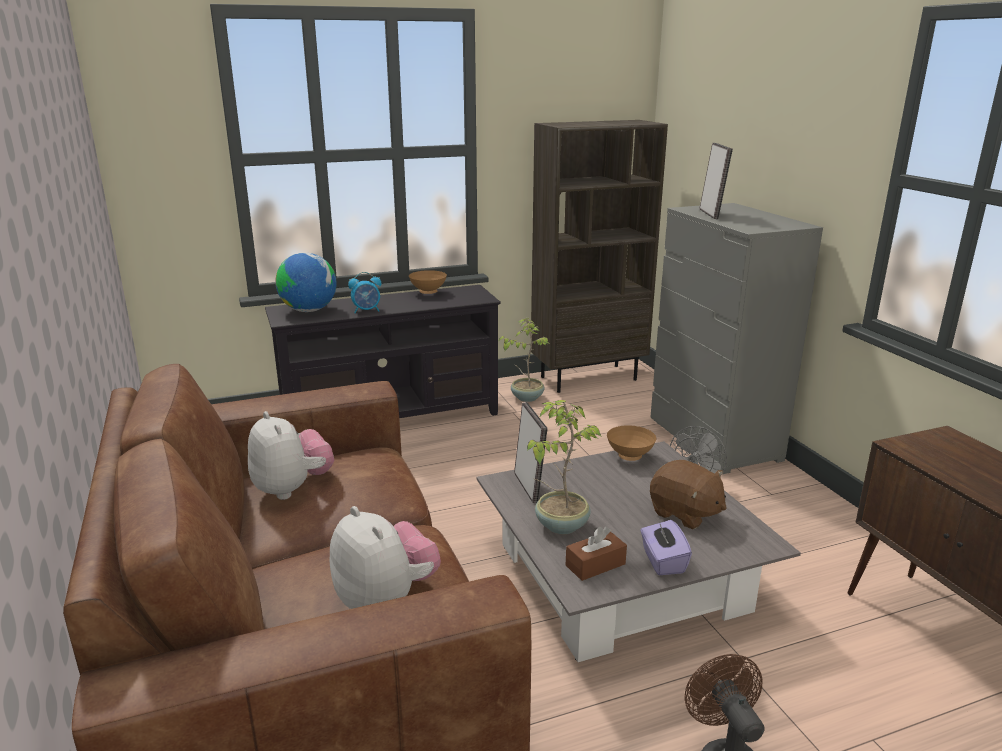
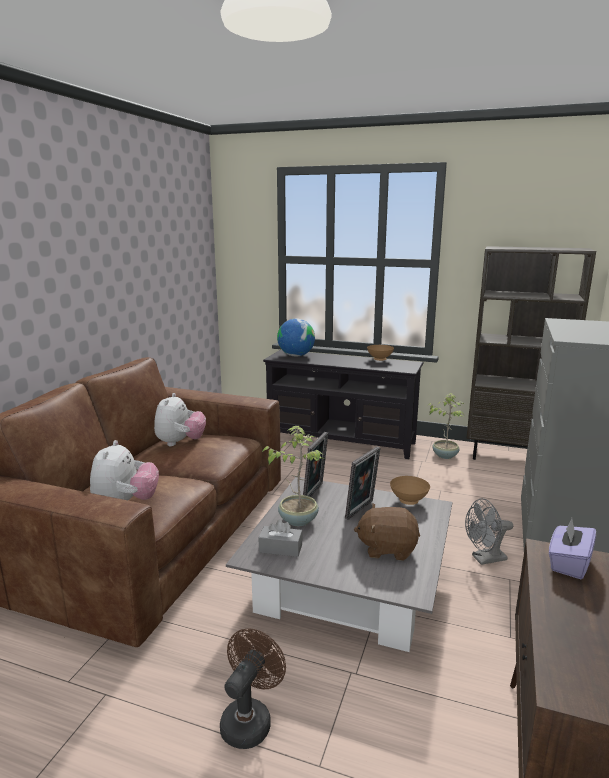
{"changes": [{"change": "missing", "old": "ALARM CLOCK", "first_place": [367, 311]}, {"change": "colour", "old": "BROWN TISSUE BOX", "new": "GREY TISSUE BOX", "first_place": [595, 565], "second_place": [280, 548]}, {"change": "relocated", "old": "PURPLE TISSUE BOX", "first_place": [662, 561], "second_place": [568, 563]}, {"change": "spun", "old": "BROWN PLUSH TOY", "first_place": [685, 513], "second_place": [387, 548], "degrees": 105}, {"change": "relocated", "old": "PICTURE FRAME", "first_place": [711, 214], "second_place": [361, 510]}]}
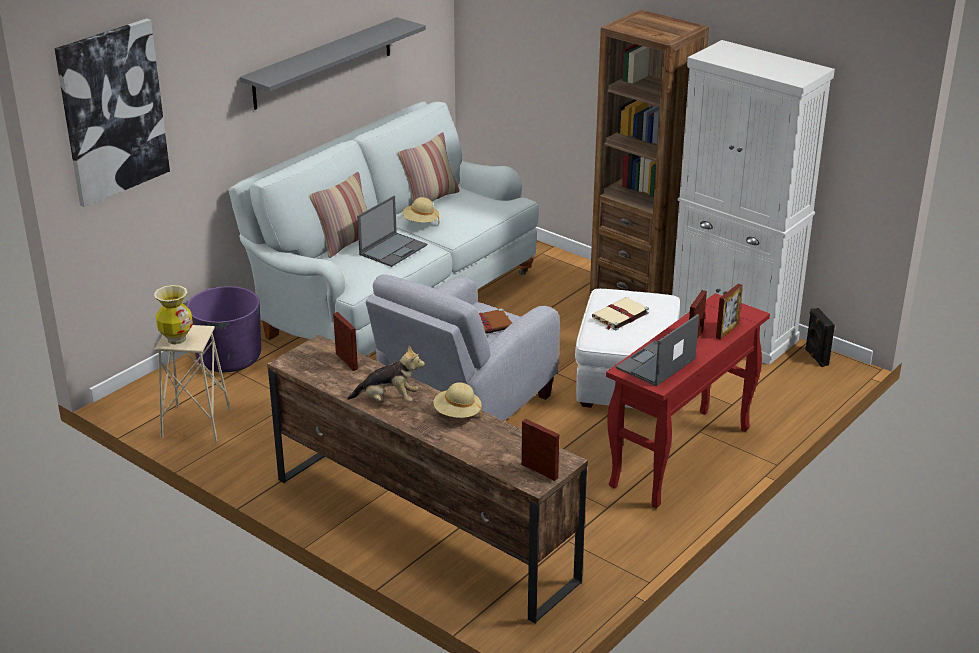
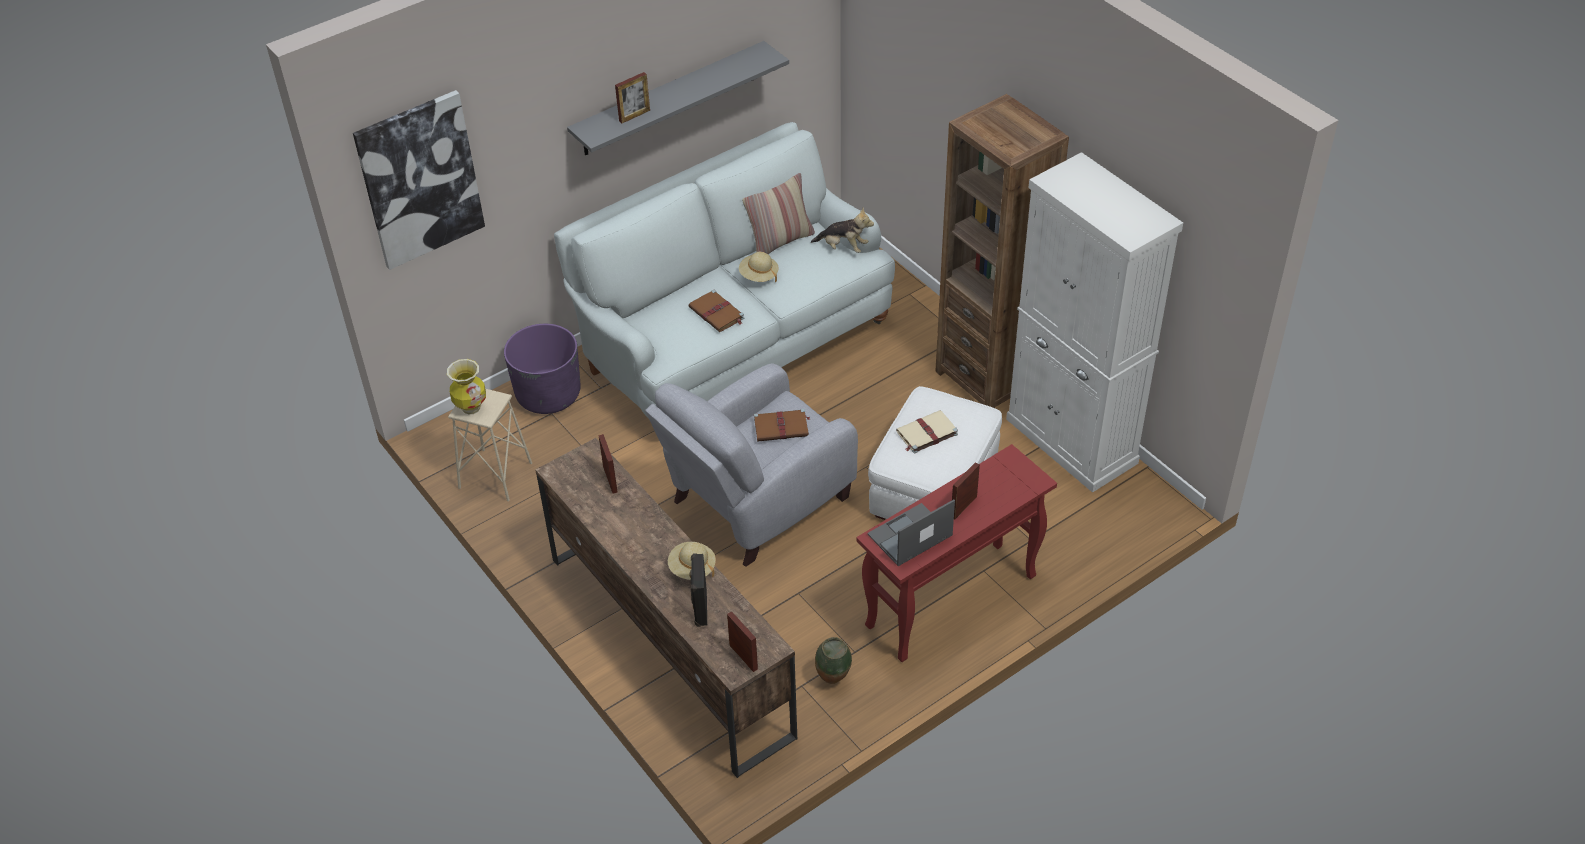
{"changes": [{"change": "missing", "old": "PILLOW", "first_place": [346, 242]}, {"change": "relocated", "old": "PLUSH TOY", "first_place": [388, 400], "second_place": [843, 247]}, {"change": "exchanged", "old": "LAPTOP", "new": "BROWN BOOK", "first_place": [393, 249], "second_place": [717, 313]}, {"change": "relocated", "old": "PICTURE FRAME", "first_place": [727, 331], "second_place": [634, 116]}, {"change": "relocated", "old": "BLACK SPEAKER", "first_place": [815, 357], "second_place": [700, 609]}, {"change": "appeared", "new": "VASE", "second_place": [833, 679]}]}
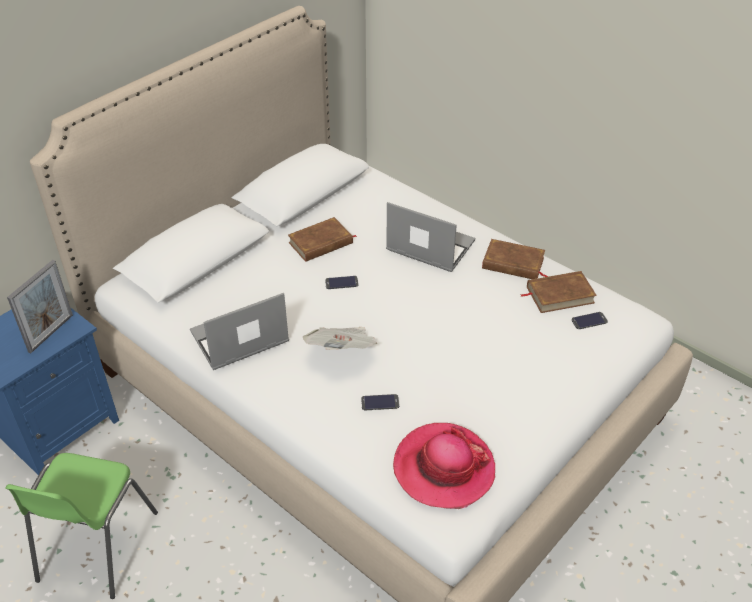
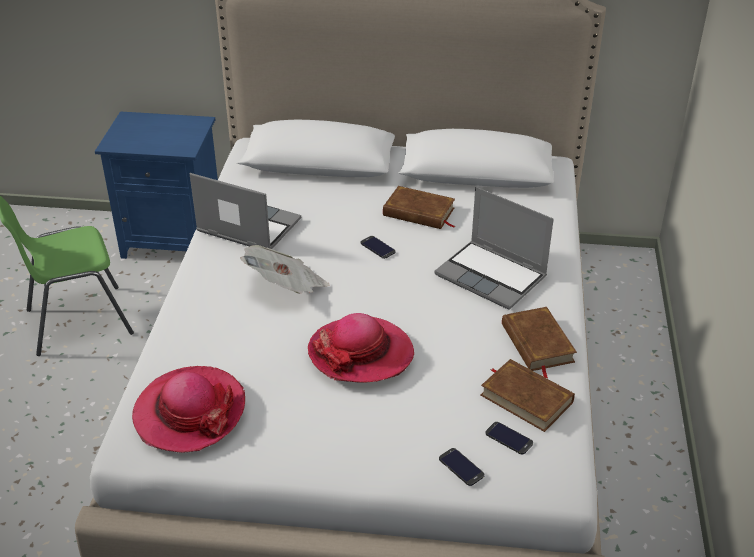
{"changes": [{"change": "missing", "old": "PICTURE FRAME", "first_place": [51, 333]}, {"change": "relocated", "old": "PHONE", "first_place": [380, 402], "second_place": [461, 467]}, {"change": "spun", "old": "LAPTOP", "first_place": [428, 247], "second_place": [492, 276], "degrees": 135}, {"change": "appeared", "new": "HAT", "second_place": [360, 353]}]}
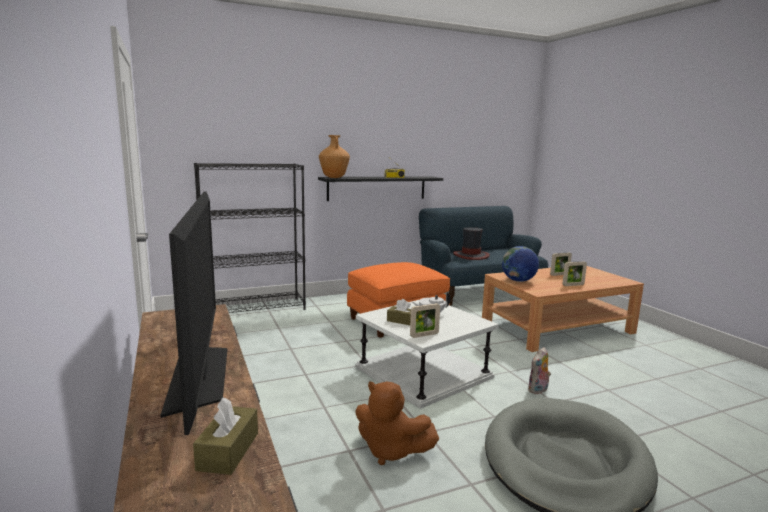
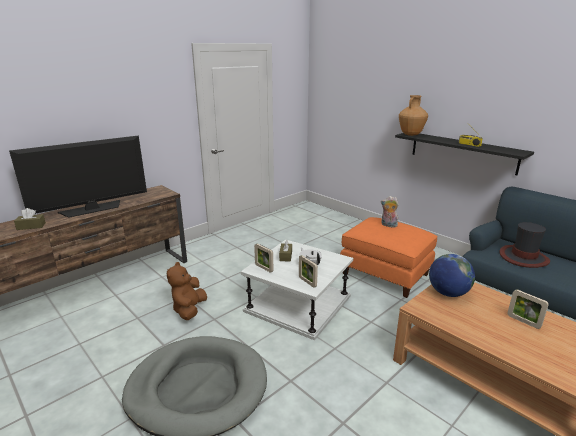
{"changes": [{"change": "missing", "old": "BLACK BOOKCASE", "first_place": [255, 309]}, {"change": "relocated", "old": "PLUSH TOY", "first_place": [538, 390], "second_place": [388, 225]}, {"change": "relocated", "old": "PICTURE FRAME", "first_place": [573, 285], "second_place": [307, 282]}]}
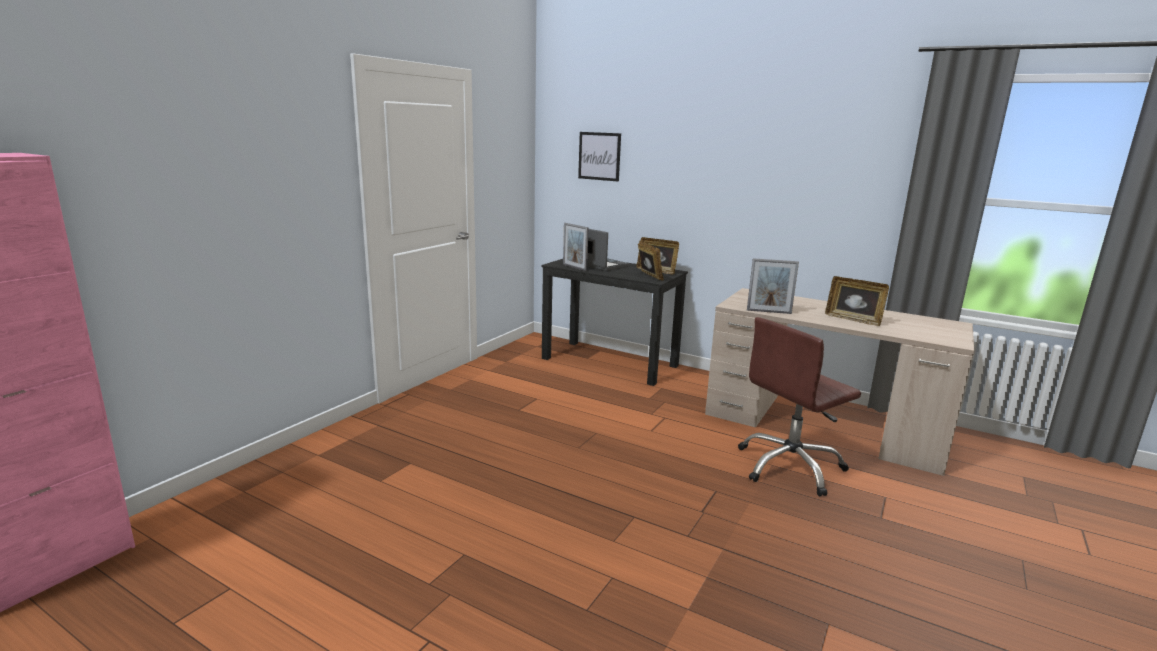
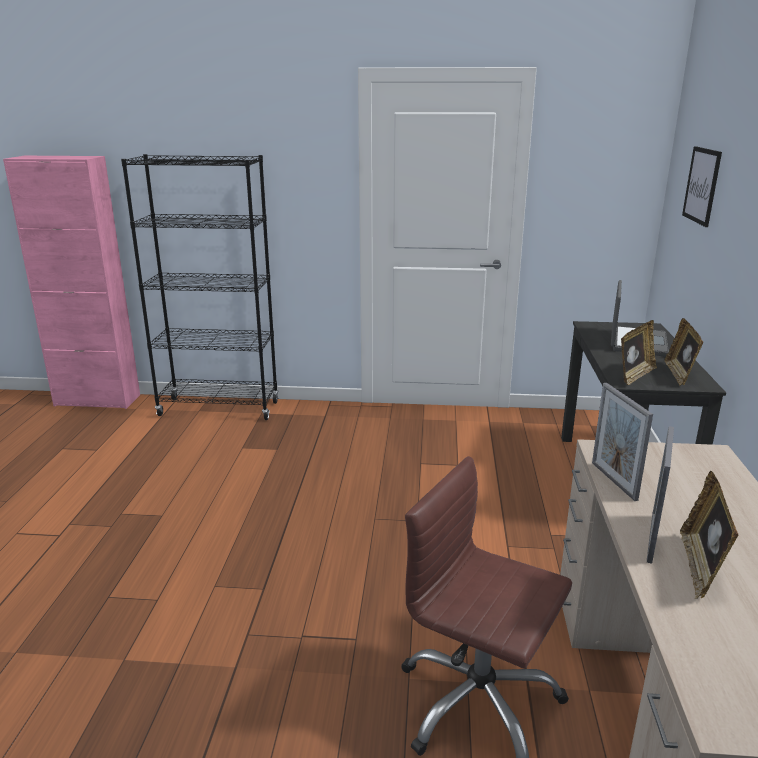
{"changes": [{"change": "relocated", "old": "PICTURE FRAME", "first_place": [574, 267], "second_place": [652, 538]}, {"change": "appeared", "new": "BLACK BOOKCASE", "second_place": [219, 409]}]}
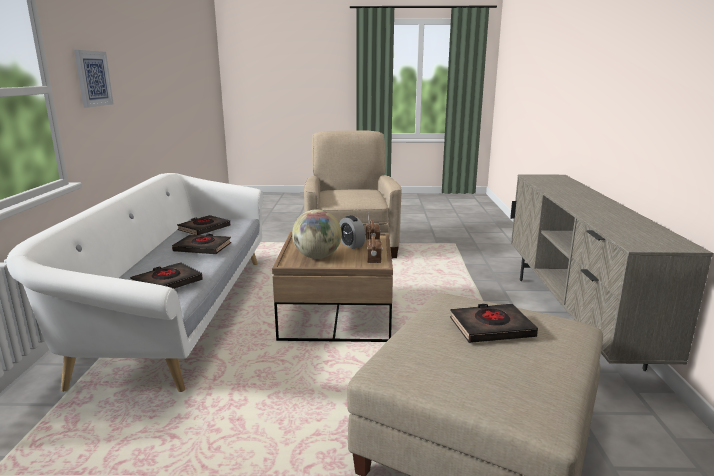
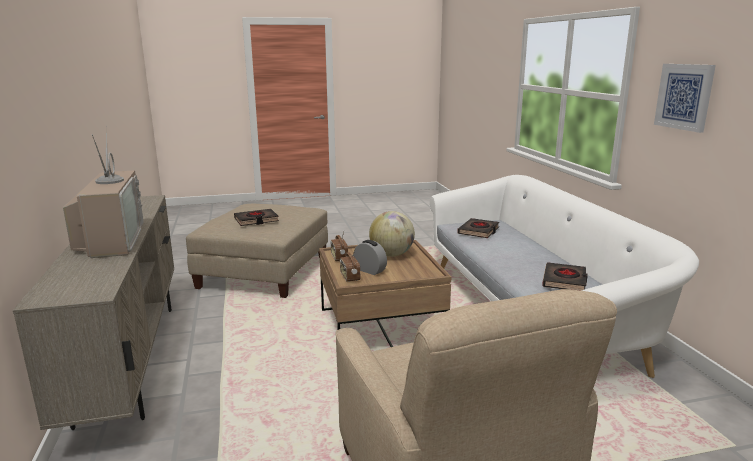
{"changes": [{"change": "missing", "old": "BLACK BOOK", "first_place": [203, 248]}, {"change": "appeared", "new": "TELEVISION", "second_place": [111, 240]}]}
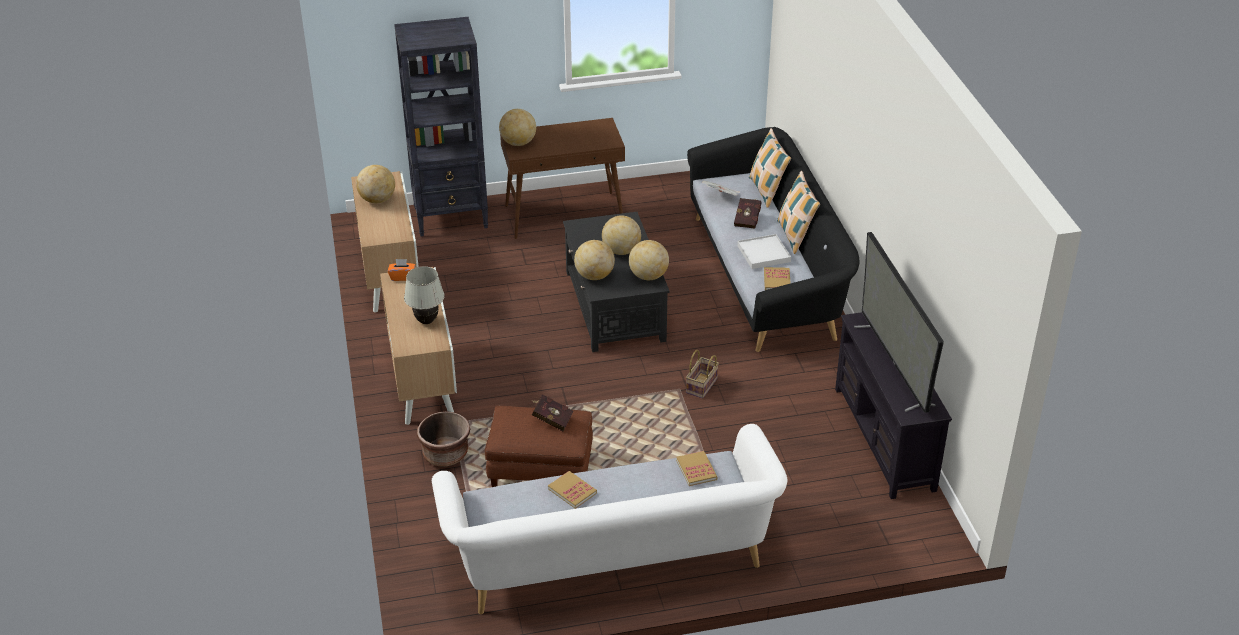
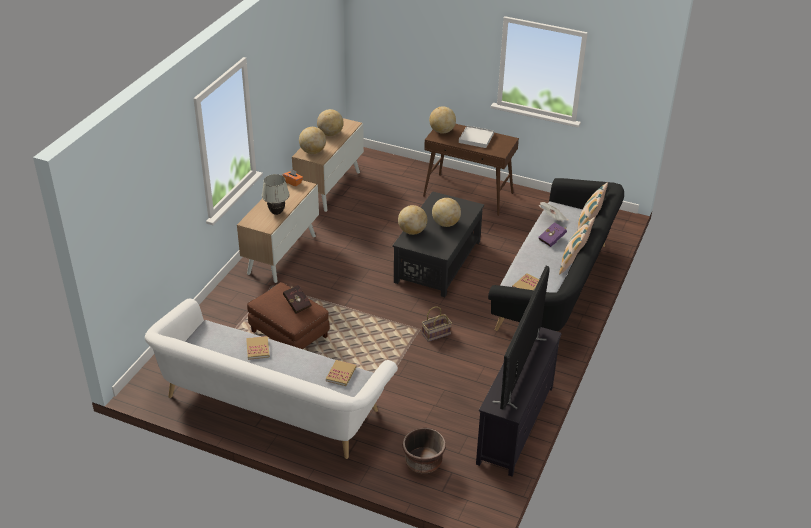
{"changes": [{"change": "missing", "old": "BLACK BOOKCASE", "first_place": [451, 217]}, {"change": "relocated", "old": "BROWN PLANTER", "first_place": [445, 454], "second_place": [423, 462]}, {"change": "relocated", "old": "GLOBE", "first_place": [648, 276], "second_place": [313, 151]}, {"change": "colour", "old": "RED BOOK", "new": "PURPLE BOOK", "first_place": [748, 220], "second_place": [553, 239]}, {"change": "relocated", "old": "WHITE TRAY", "first_place": [763, 253], "second_place": [476, 138]}]}
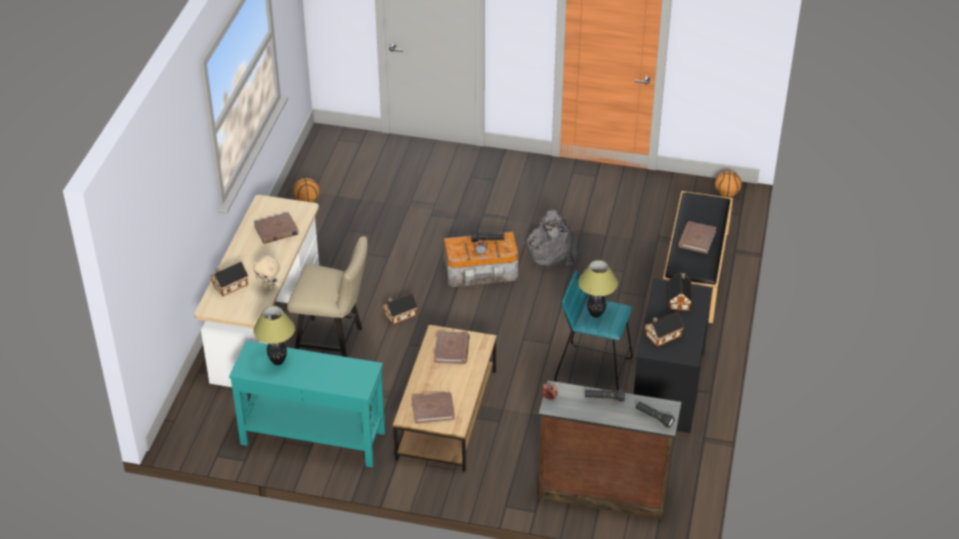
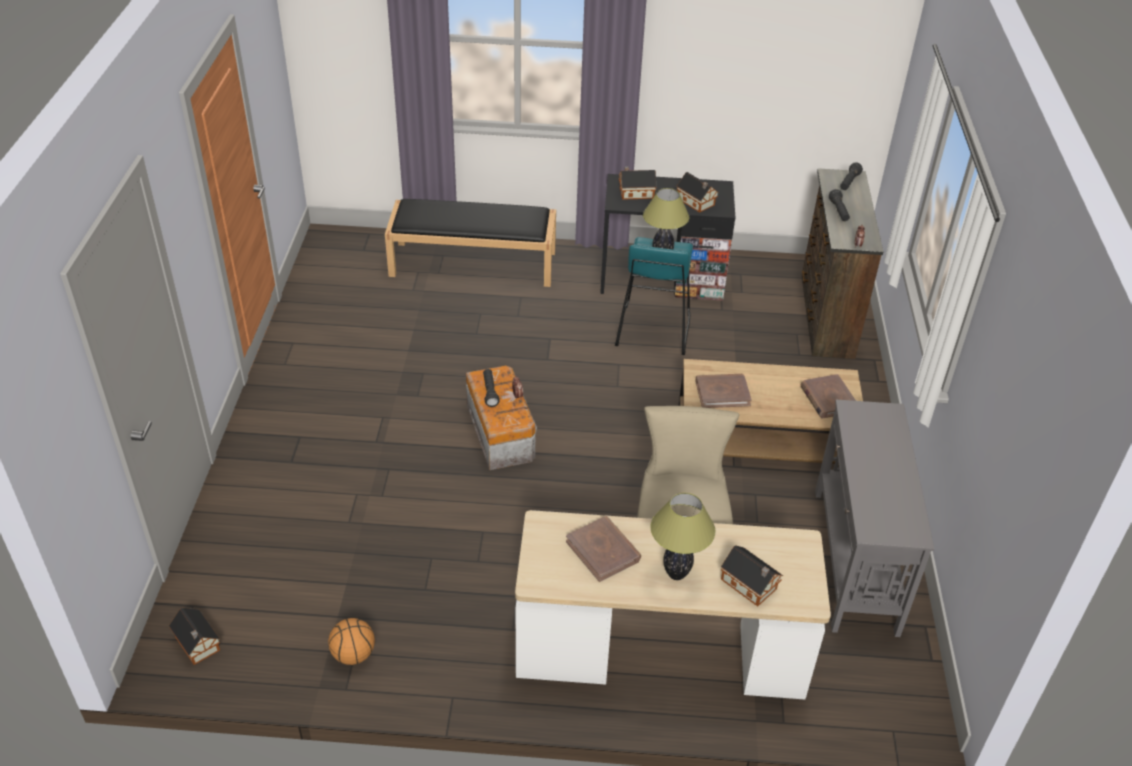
{"changes": [{"change": "colour", "old": "TURQUOISE CONSOLE TABLE", "new": "GREY CONSOLE TABLE", "first_place": [312, 437], "second_place": [854, 560]}, {"change": "missing", "old": "BEIGE PLUSH TOY", "first_place": [269, 287]}, {"change": "relocated", "old": "TABLE LAMP", "first_place": [277, 361], "second_place": [676, 574]}, {"change": "relocated", "old": "TOY HOUSE", "first_place": [399, 315], "second_place": [198, 645]}, {"change": "missing", "old": "GREY BACKPACK", "first_place": [552, 251]}, {"change": "missing", "old": "BROWN BOOK", "first_place": [696, 239]}, {"change": "missing", "old": "BASKETBALL", "first_place": [726, 194]}]}
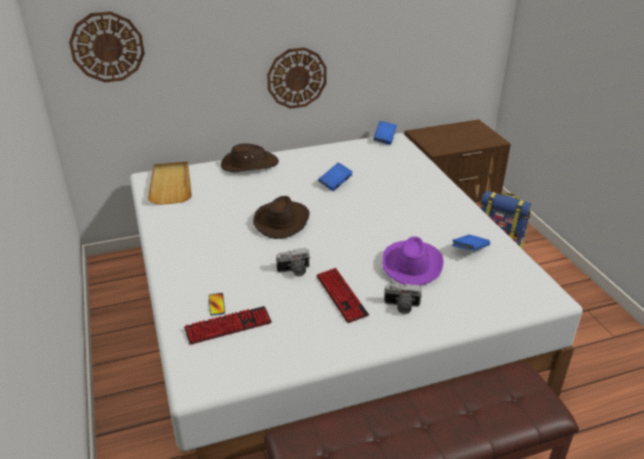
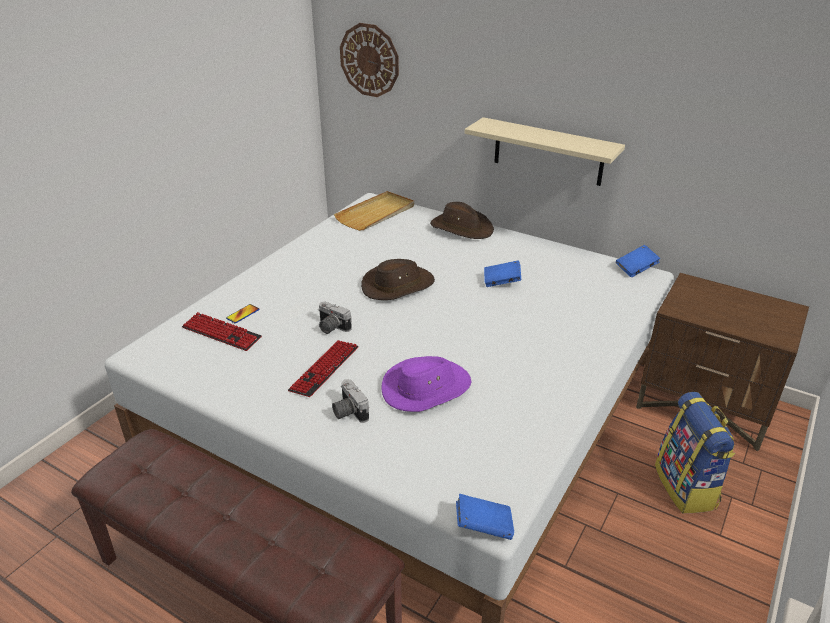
{"changes": [{"change": "exchanged", "old": "WALL CLOCK", "new": "BEIGE SHELF", "first_place": [296, 78], "second_place": [548, 152]}, {"change": "relocated", "old": "BLUE BOOK", "first_place": [469, 250], "second_place": [483, 527]}]}
